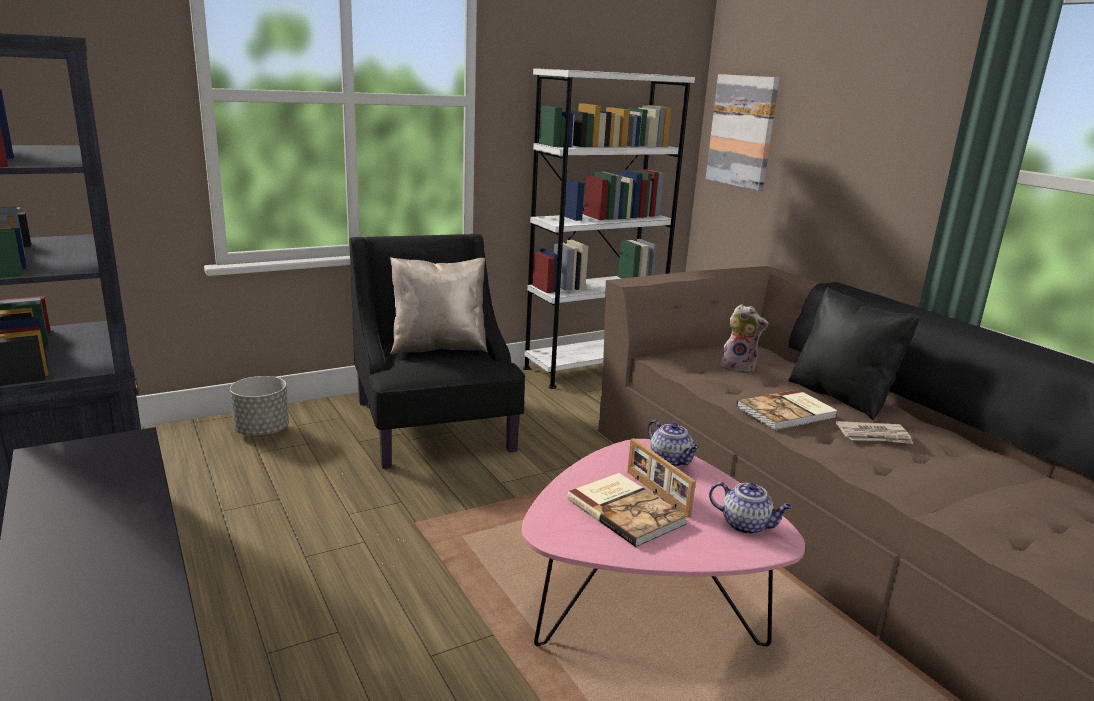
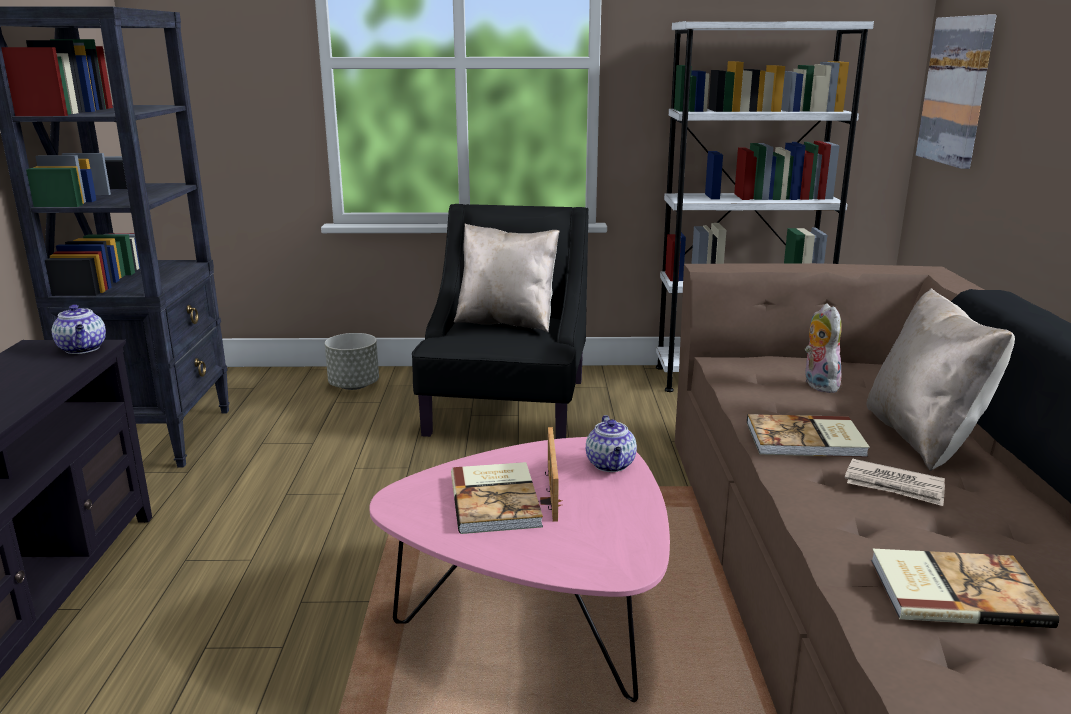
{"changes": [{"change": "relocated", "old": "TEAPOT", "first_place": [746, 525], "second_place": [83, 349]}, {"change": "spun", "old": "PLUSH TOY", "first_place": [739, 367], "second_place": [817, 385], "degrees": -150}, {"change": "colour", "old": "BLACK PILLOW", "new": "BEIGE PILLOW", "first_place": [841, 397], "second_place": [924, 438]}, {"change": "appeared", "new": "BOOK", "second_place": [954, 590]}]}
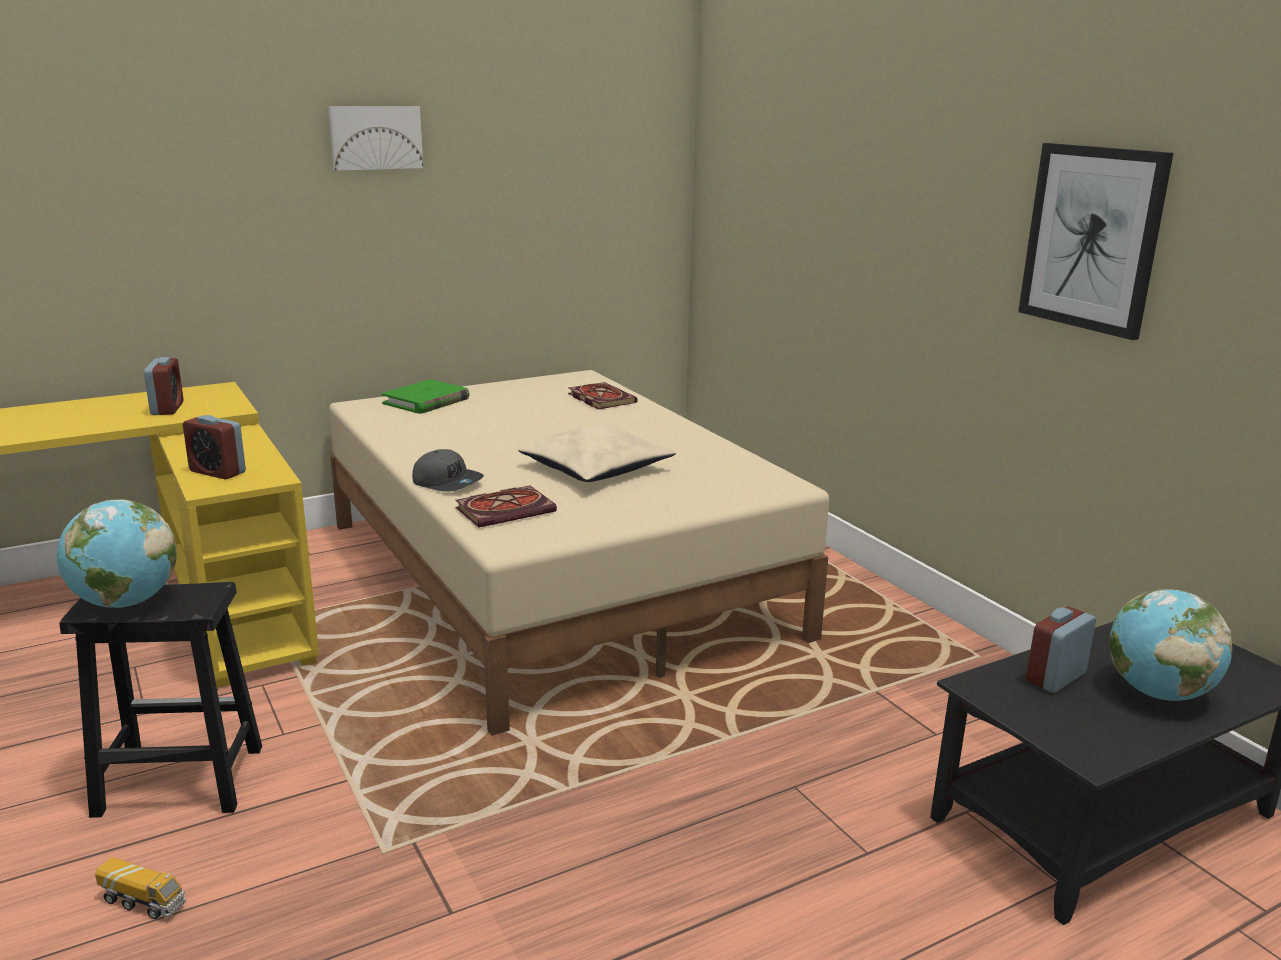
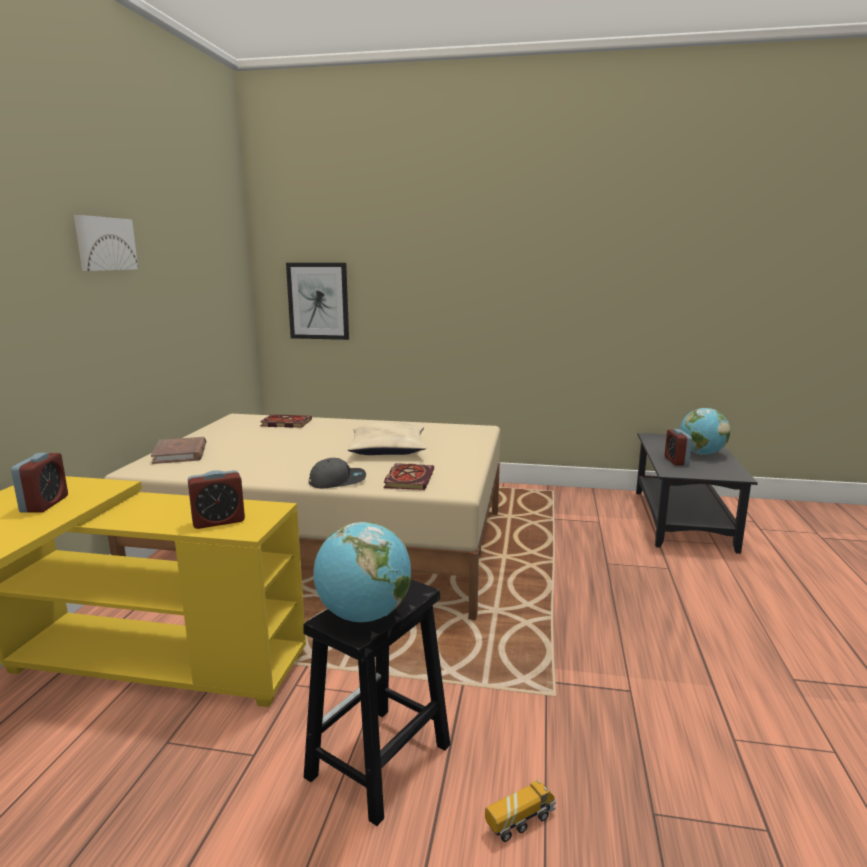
{"changes": [{"change": "spun", "old": "ALARM CLOCK", "first_place": [167, 409], "second_place": [45, 504], "degrees": 60}, {"change": "colour", "old": "GREEN BOOK", "new": "BROWN BOOK", "first_place": [426, 401], "second_place": [180, 453]}, {"change": "relocated", "old": "PICTURE", "first_place": [1092, 238], "second_place": [318, 301]}]}
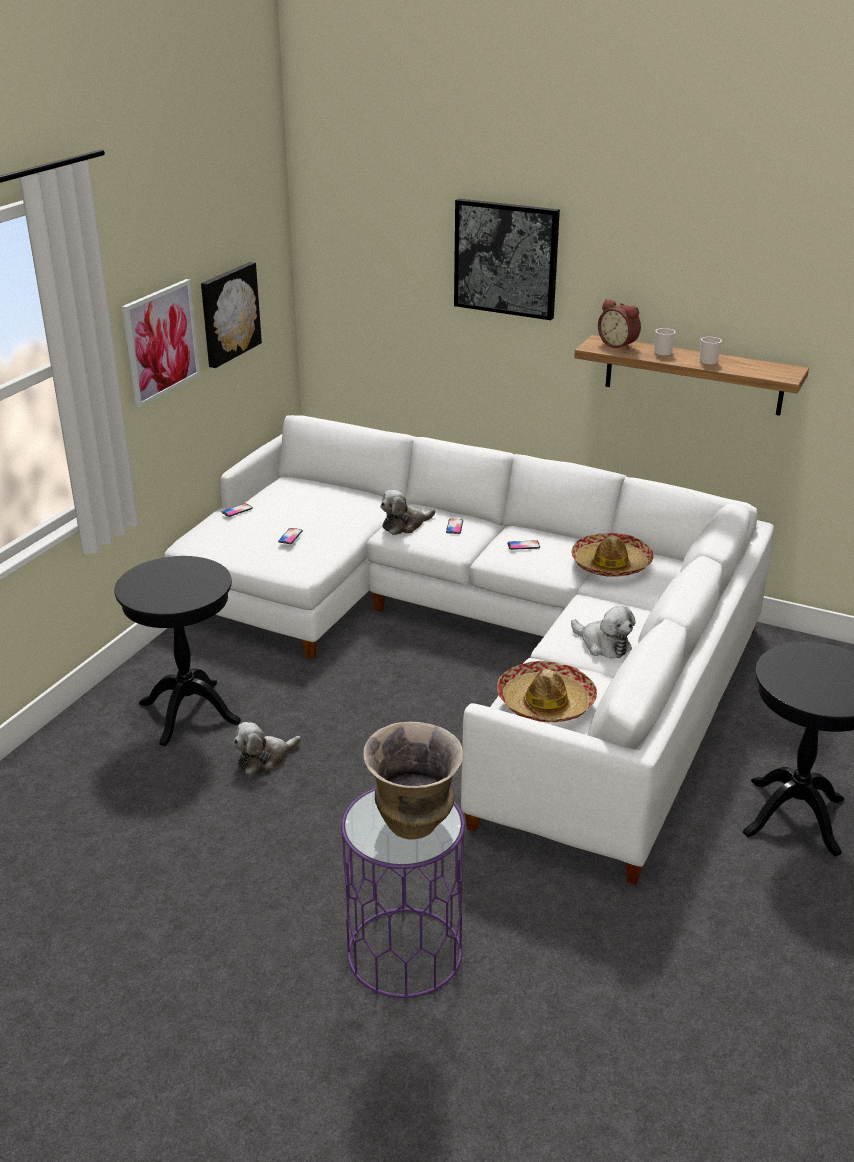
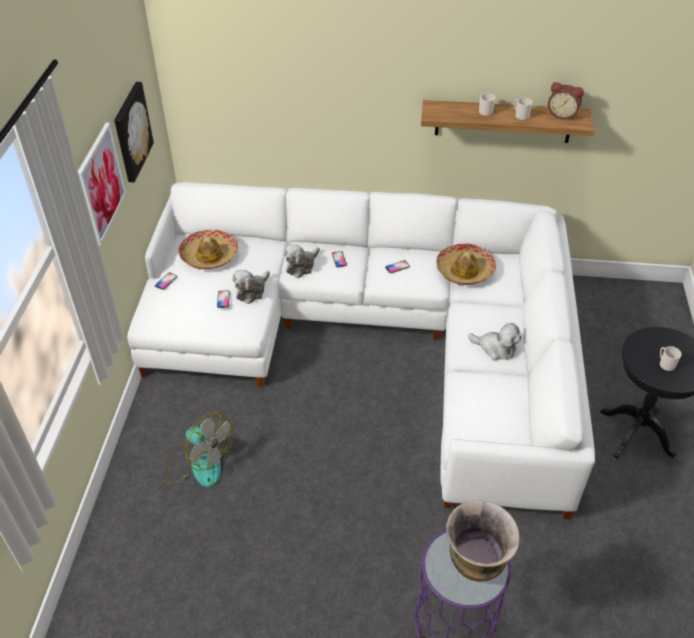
{"changes": [{"change": "exchanged", "old": "BLACK SIDE TABLE", "new": "FAN", "first_place": [189, 713], "second_place": [199, 463]}, {"change": "relocated", "old": "PLUSH TOY", "first_place": [265, 759], "second_place": [252, 291]}, {"change": "missing", "old": "PICTURE", "first_place": [506, 258]}, {"change": "relocated", "old": "HAT", "first_place": [545, 702], "second_place": [209, 256]}, {"change": "relocated", "old": "ALARM CLOCK", "first_place": [619, 345], "second_place": [562, 114]}, {"change": "appeared", "new": "MUG", "second_place": [665, 364]}]}
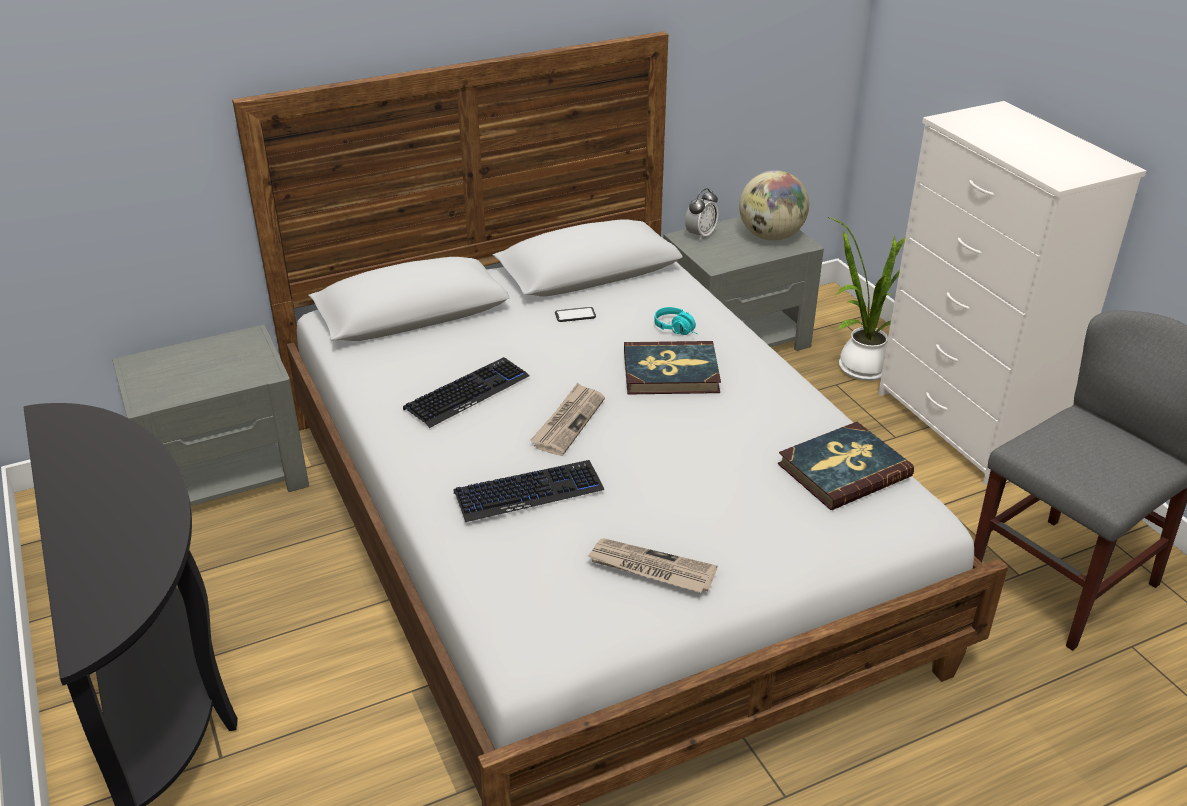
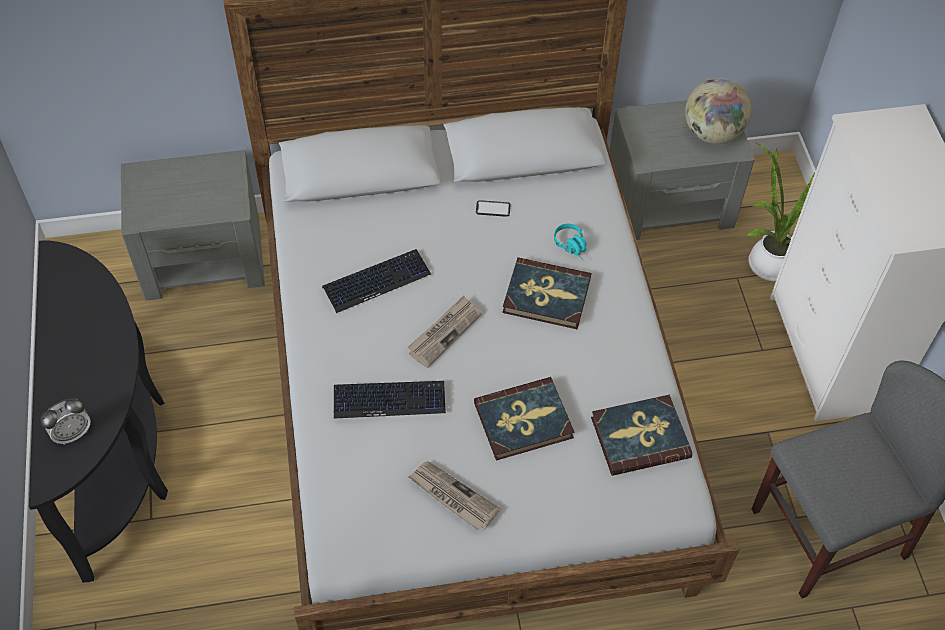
{"changes": [{"change": "relocated", "old": "ALARM CLOCK", "first_place": [700, 235], "second_place": [72, 433]}, {"change": "appeared", "new": "BOOK", "second_place": [523, 421]}]}
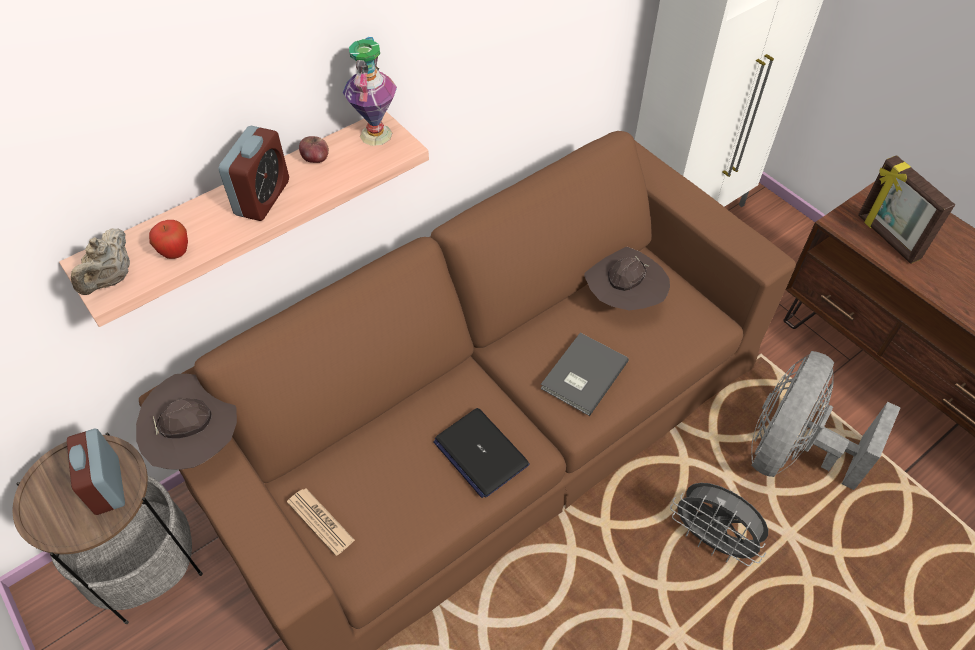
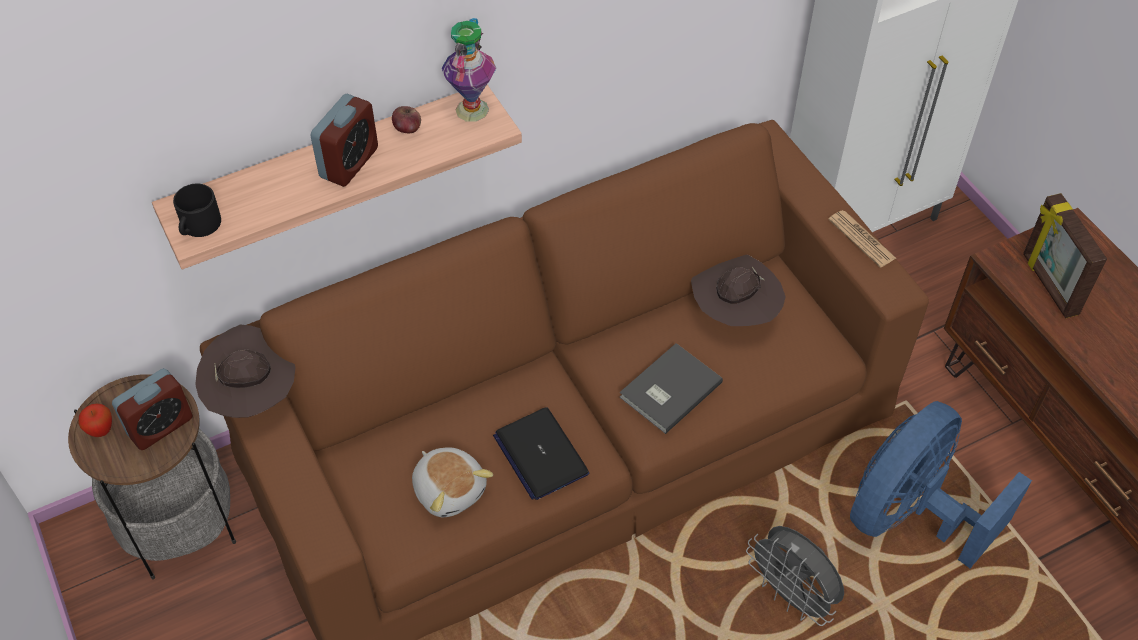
{"changes": [{"change": "spun", "old": "ALARM CLOCK", "first_place": [107, 486], "second_place": [160, 426], "degrees": -120}, {"change": "exchanged", "old": "BEIGE TEAPOT", "new": "BLACK MUG", "first_place": [112, 279], "second_place": [198, 226]}, {"change": "relocated", "old": "APPLE", "first_place": [176, 253], "second_place": [101, 431]}, {"change": "relocated", "old": "NEWSPAPER", "first_place": [320, 521], "second_place": [861, 239]}, {"change": "colour", "old": "GREY FAN", "new": "BLUE FAN", "first_place": [791, 451], "second_place": [911, 515]}, {"change": "appeared", "new": "PLUSH TOY", "second_place": [450, 489]}]}
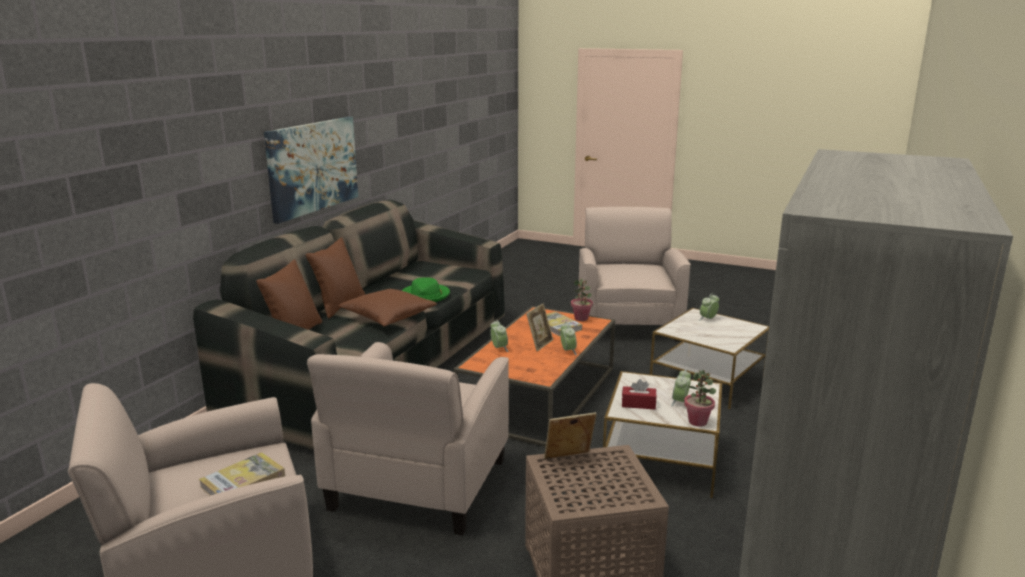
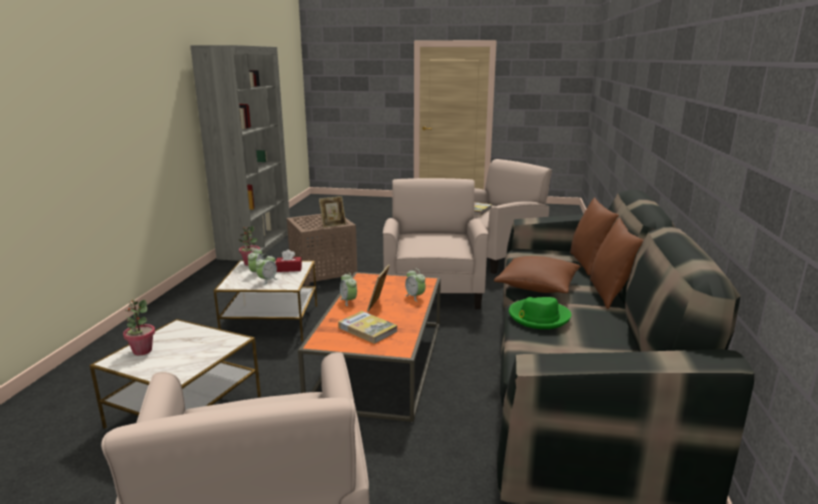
{"changes": [{"change": "missing", "old": "PICTURE", "first_place": [313, 167]}, {"change": "relocated", "old": "POTTED PLANT", "first_place": [581, 318], "second_place": [142, 351]}, {"change": "relocated", "old": "ALARM CLOCK", "first_place": [708, 319], "second_place": [267, 280]}]}
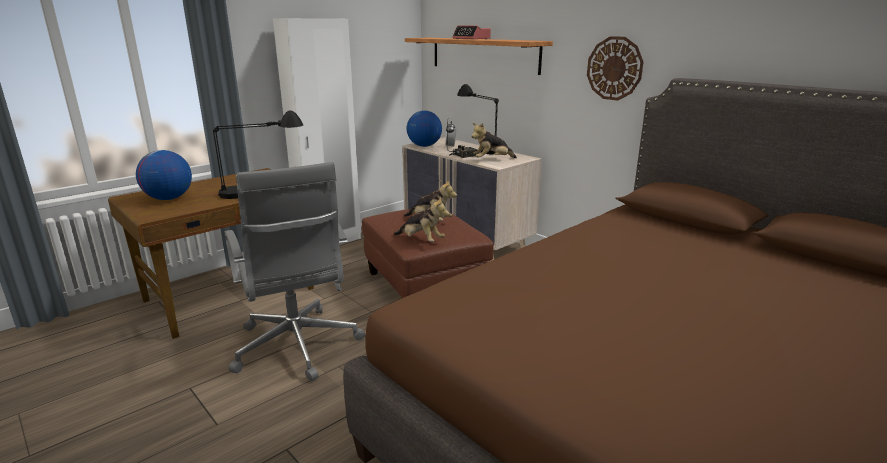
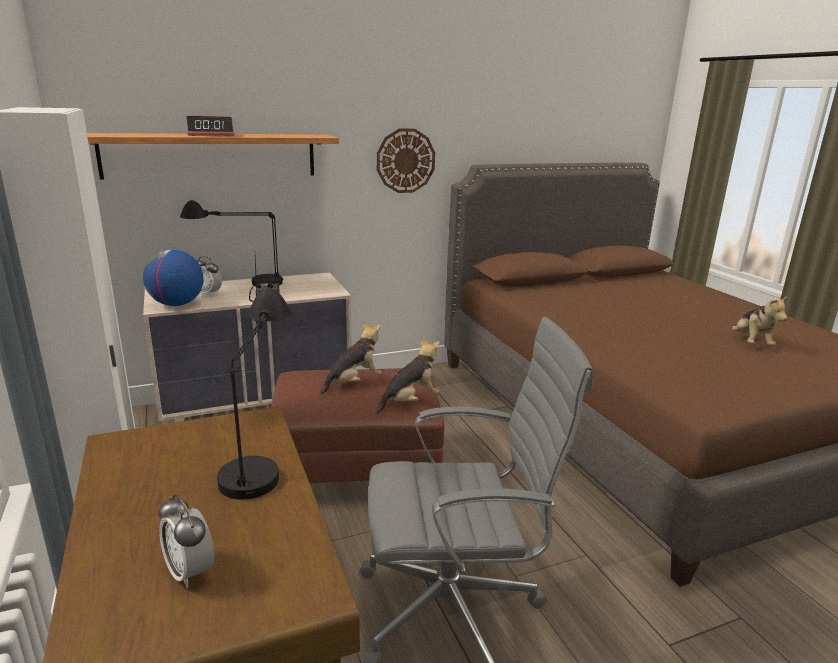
{"changes": [{"change": "exchanged", "old": "GLOBE", "new": "ALARM CLOCK", "first_place": [168, 198], "second_place": [190, 571]}, {"change": "relocated", "old": "PLUSH TOY", "first_place": [492, 160], "second_place": [751, 342]}]}
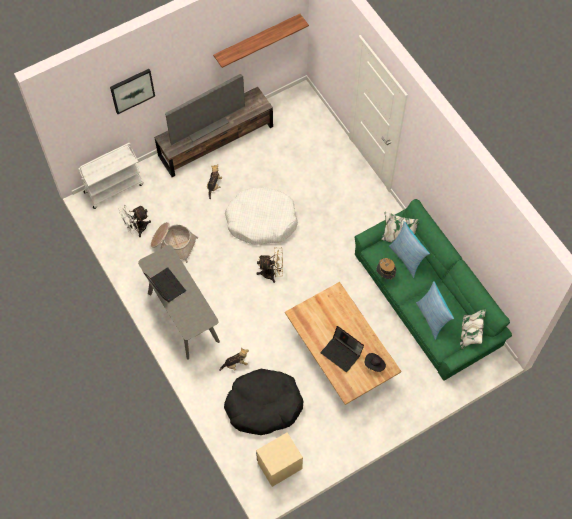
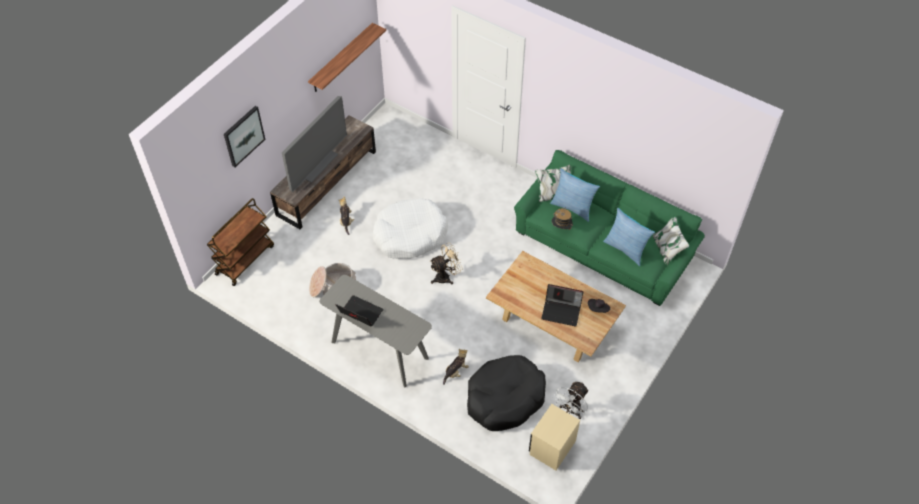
{"changes": [{"change": "colour", "old": "WHITE CART", "new": "BROWN CART", "first_place": [114, 187], "second_place": [245, 259]}, {"change": "relocated", "old": "WHITE FAN", "first_place": [137, 228], "second_place": [571, 411]}]}
